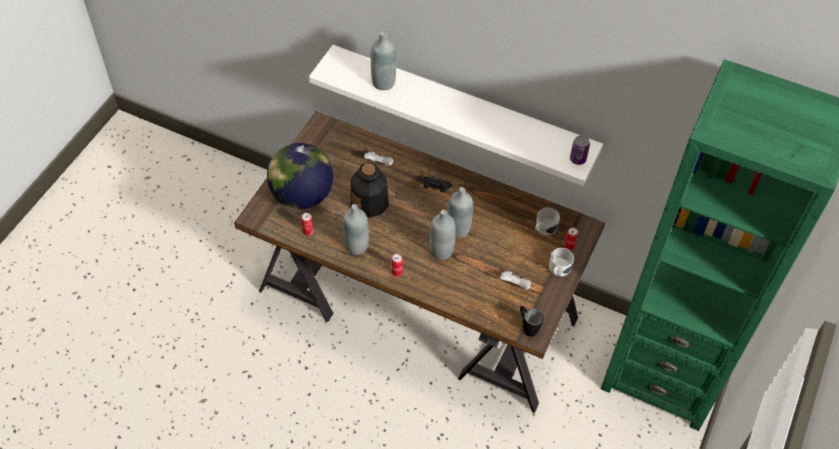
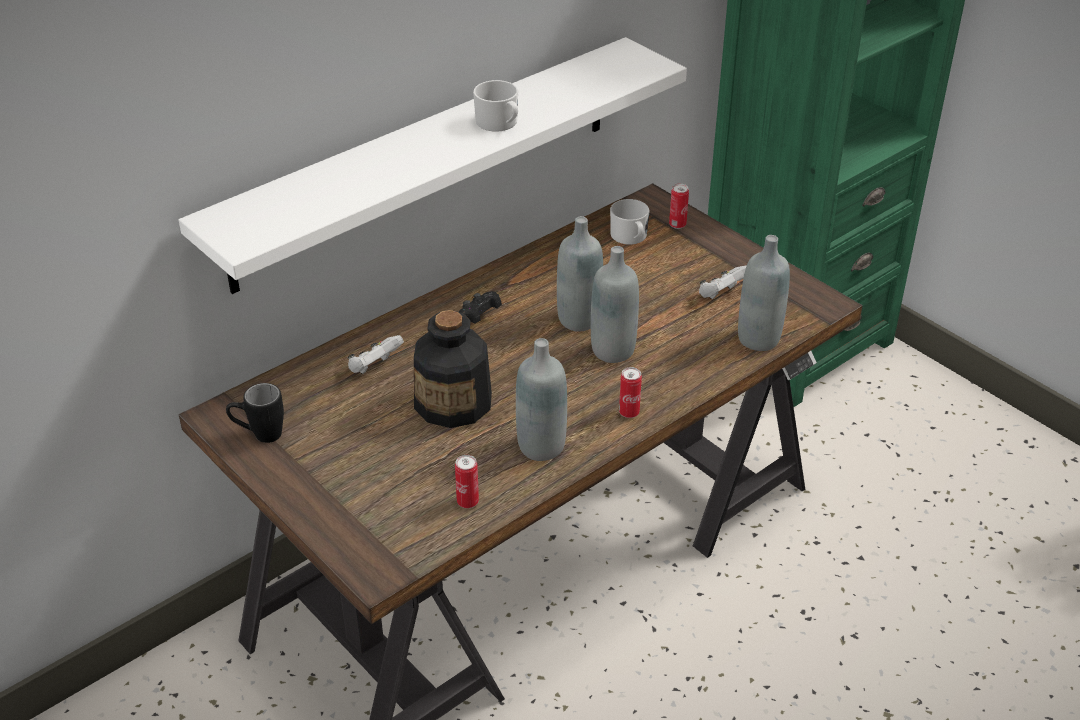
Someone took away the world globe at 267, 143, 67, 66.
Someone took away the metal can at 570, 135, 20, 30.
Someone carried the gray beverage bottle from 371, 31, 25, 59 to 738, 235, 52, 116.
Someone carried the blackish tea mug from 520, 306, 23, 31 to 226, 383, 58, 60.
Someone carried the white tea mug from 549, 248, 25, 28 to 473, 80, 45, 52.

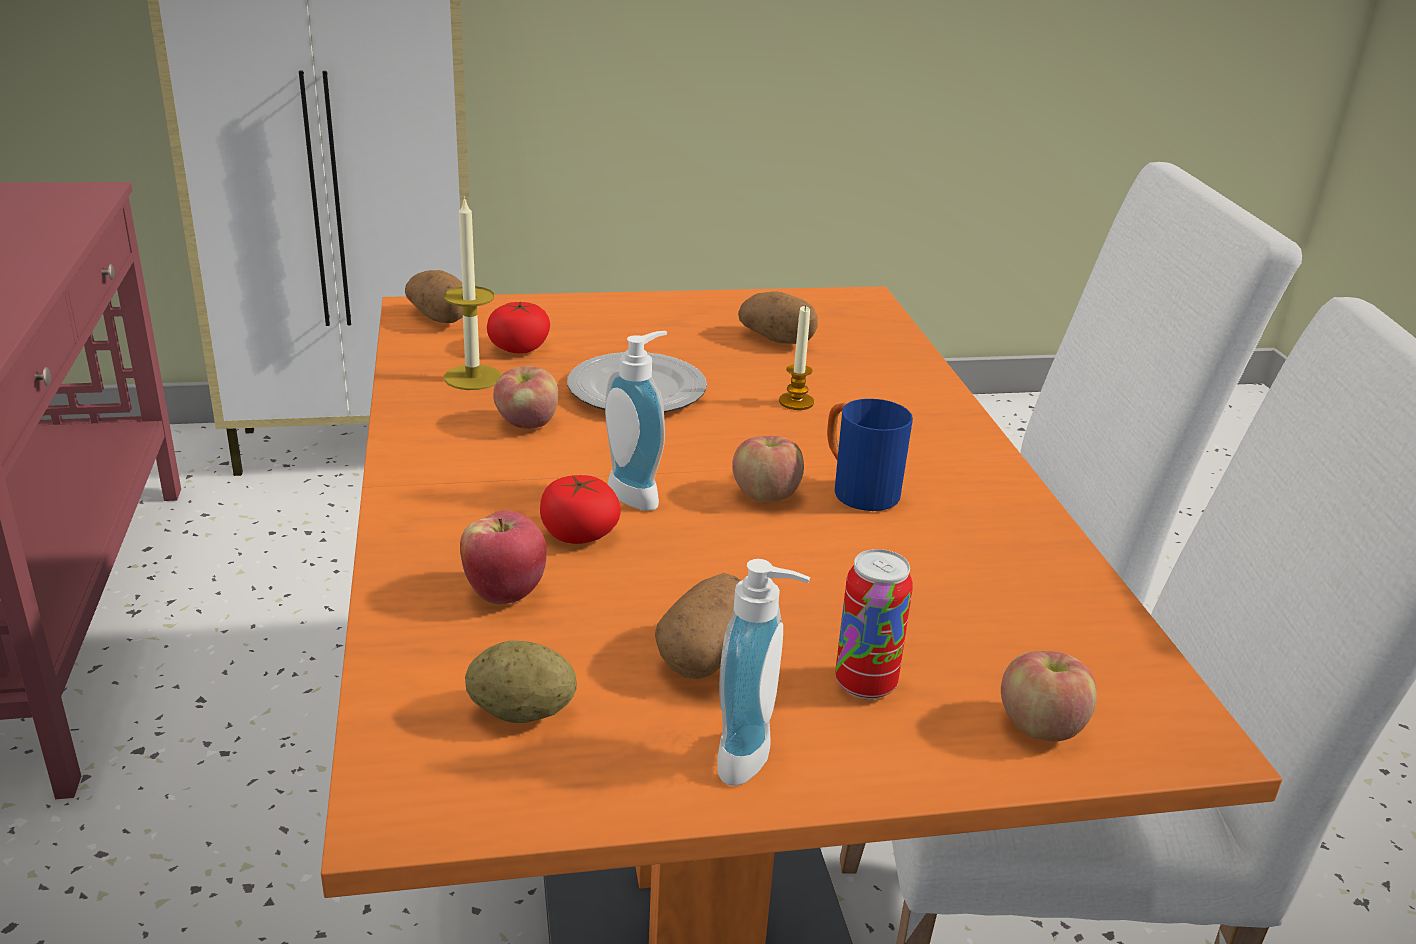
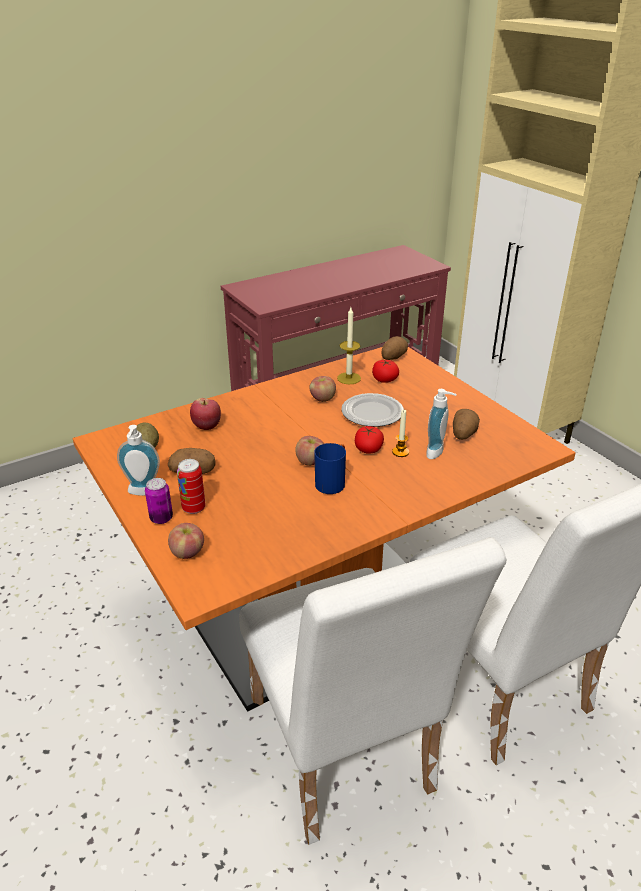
Someone put down the metal can at 145, 478, 28, 46.
Someone carried the whole tomato from 540, 475, 81, 69 to 355, 426, 29, 28.
Someone carried the soap dispenser from 605, 331, 62, 180 to 426, 389, 31, 70.

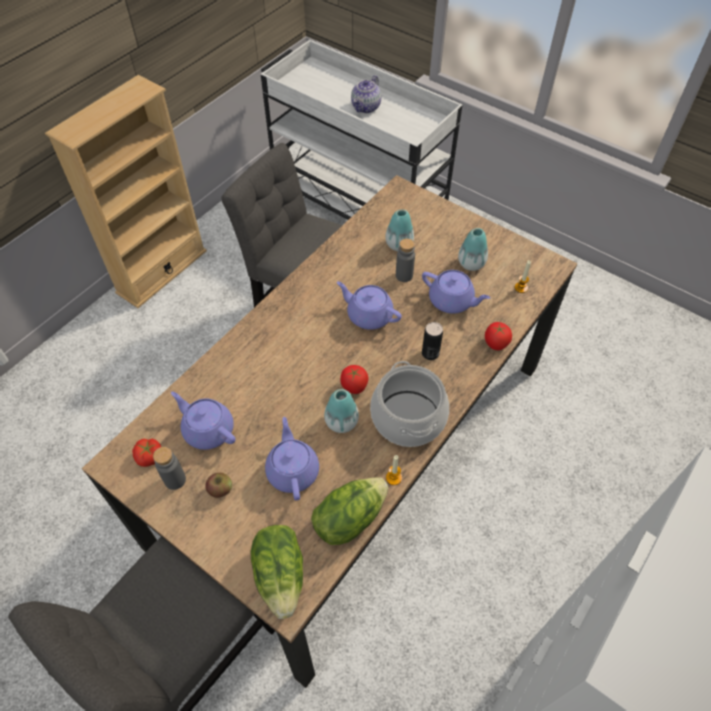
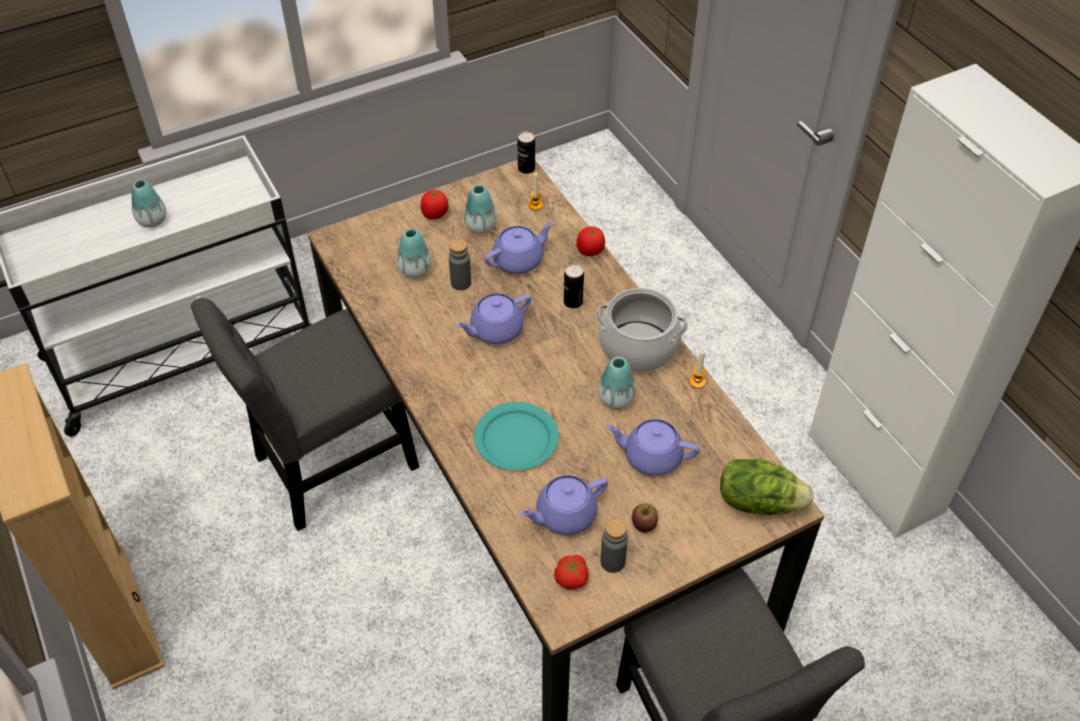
Someone took away the head of lettuce at 311, 477, 77, 68.
Someone put down the blue-green dinner plate at 474, 402, 85, 68.
Someone put down the metal can at 517, 132, 18, 42.
Someone carried the whole tomato from 340, 365, 28, 29 to 420, 190, 28, 30.
Someone swapped the tea pot at 351, 75, 30, 38 for the vase at 131, 179, 35, 49.

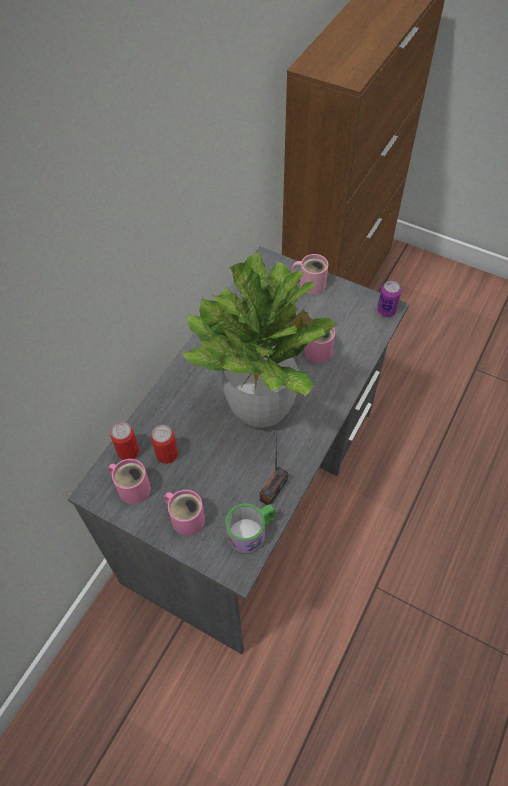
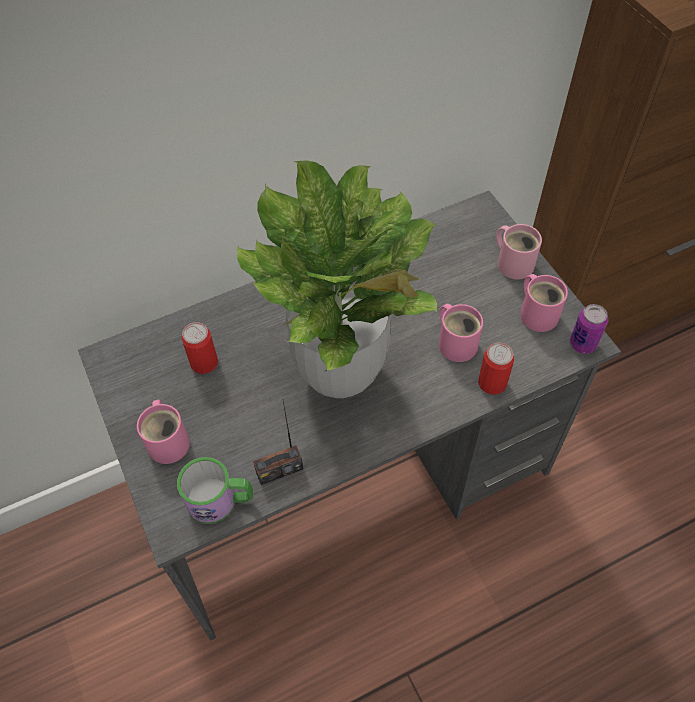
Someone carried the pinkish tea mug from 108, 459, 43, 45 to 520, 274, 48, 58.
Someone carried the metal can from 110, 422, 29, 38 to 478, 343, 36, 52.

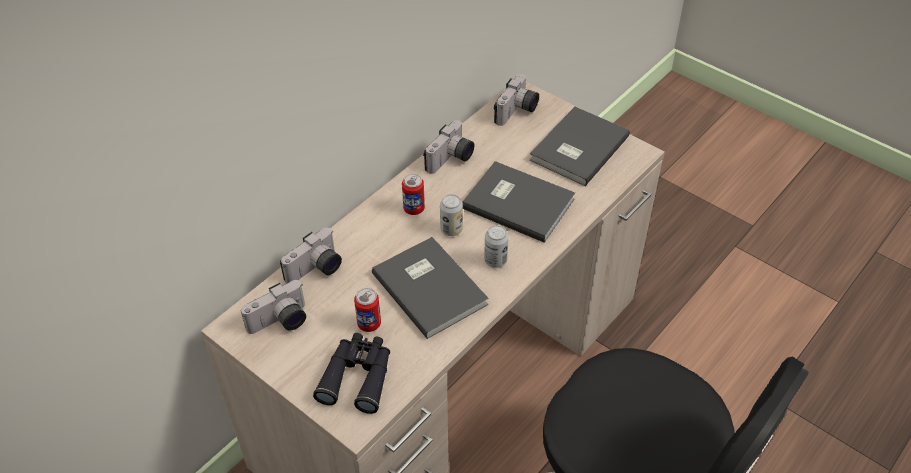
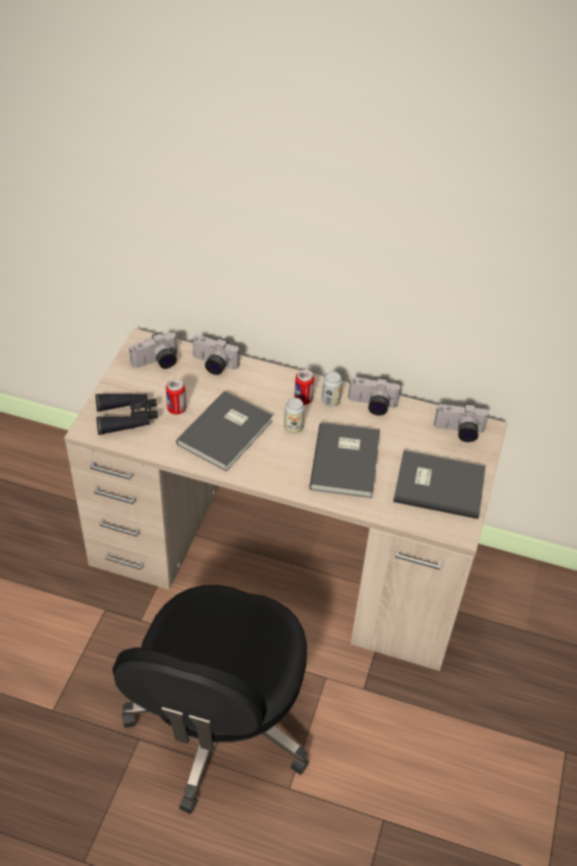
Someone carried the metal can from 484, 225, 25, 43 to 322, 372, 20, 35.
Someone rotated the still camera at 241, 280, 65, 54 by 60 degrees counterclockwise.

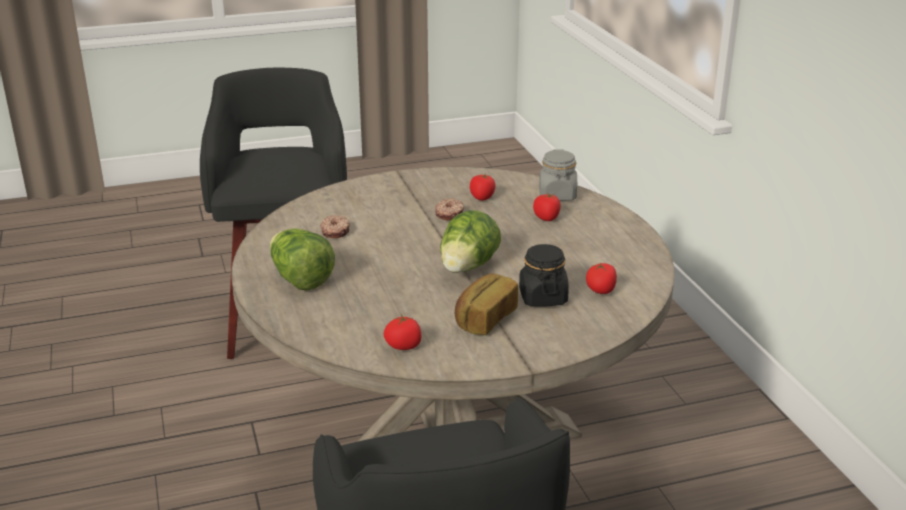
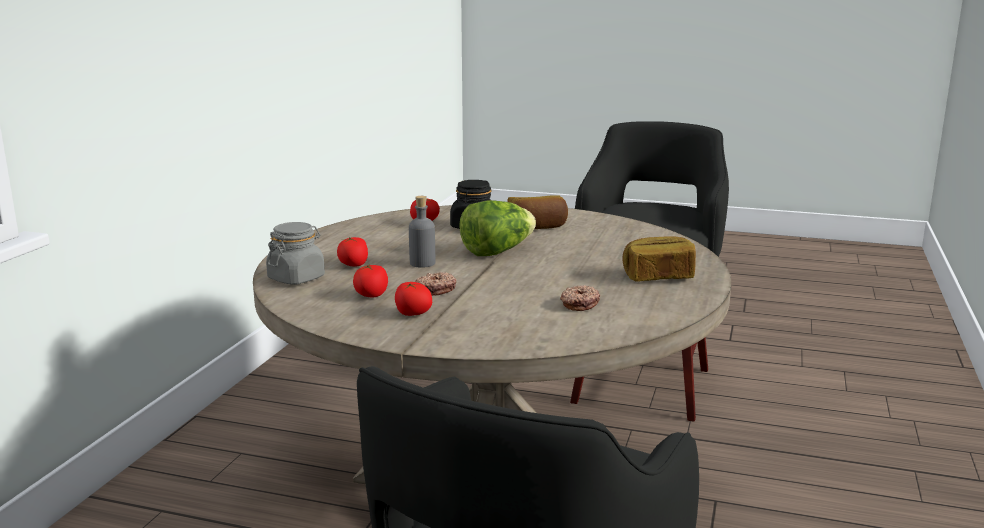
Someone put down the gray beverage bottle at 409, 196, 26, 72.
Someone carried the whole tomato from 384, 315, 37, 35 to 395, 282, 37, 34.
Someone swapped the head of lettuce at 270, 228, 65, 63 for the baked bread at 623, 236, 73, 46.

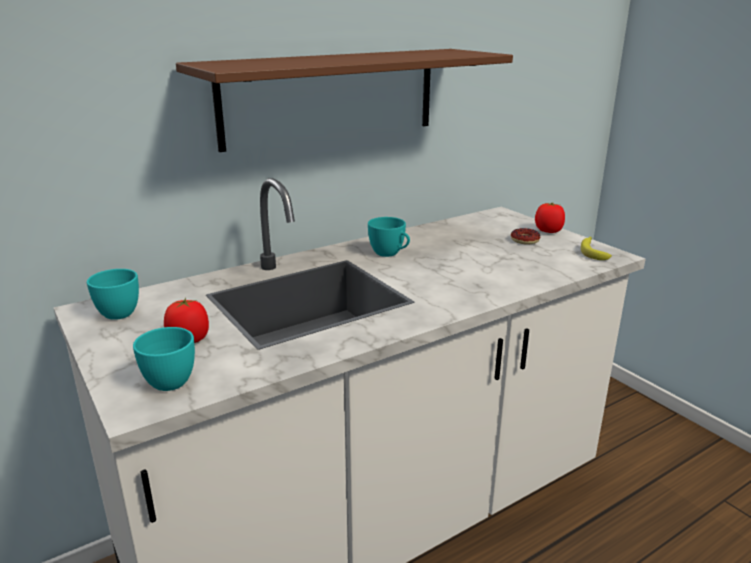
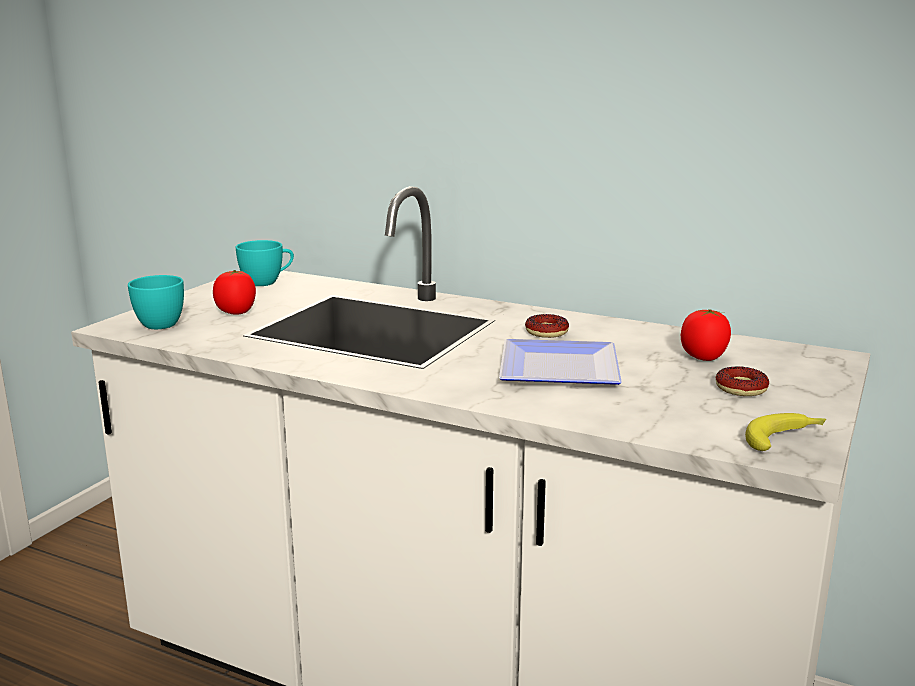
Someone took away the brown-coloured wall shelf at 176, 49, 337, 103.
Someone put down the dinner plate at 499, 339, 123, 46.
Someone carried the whole tomato from 535, 202, 30, 31 to 681, 309, 50, 52.
Someone swapped the blue-green cup at 368, 217, 42, 40 for the donut at 525, 314, 44, 24.

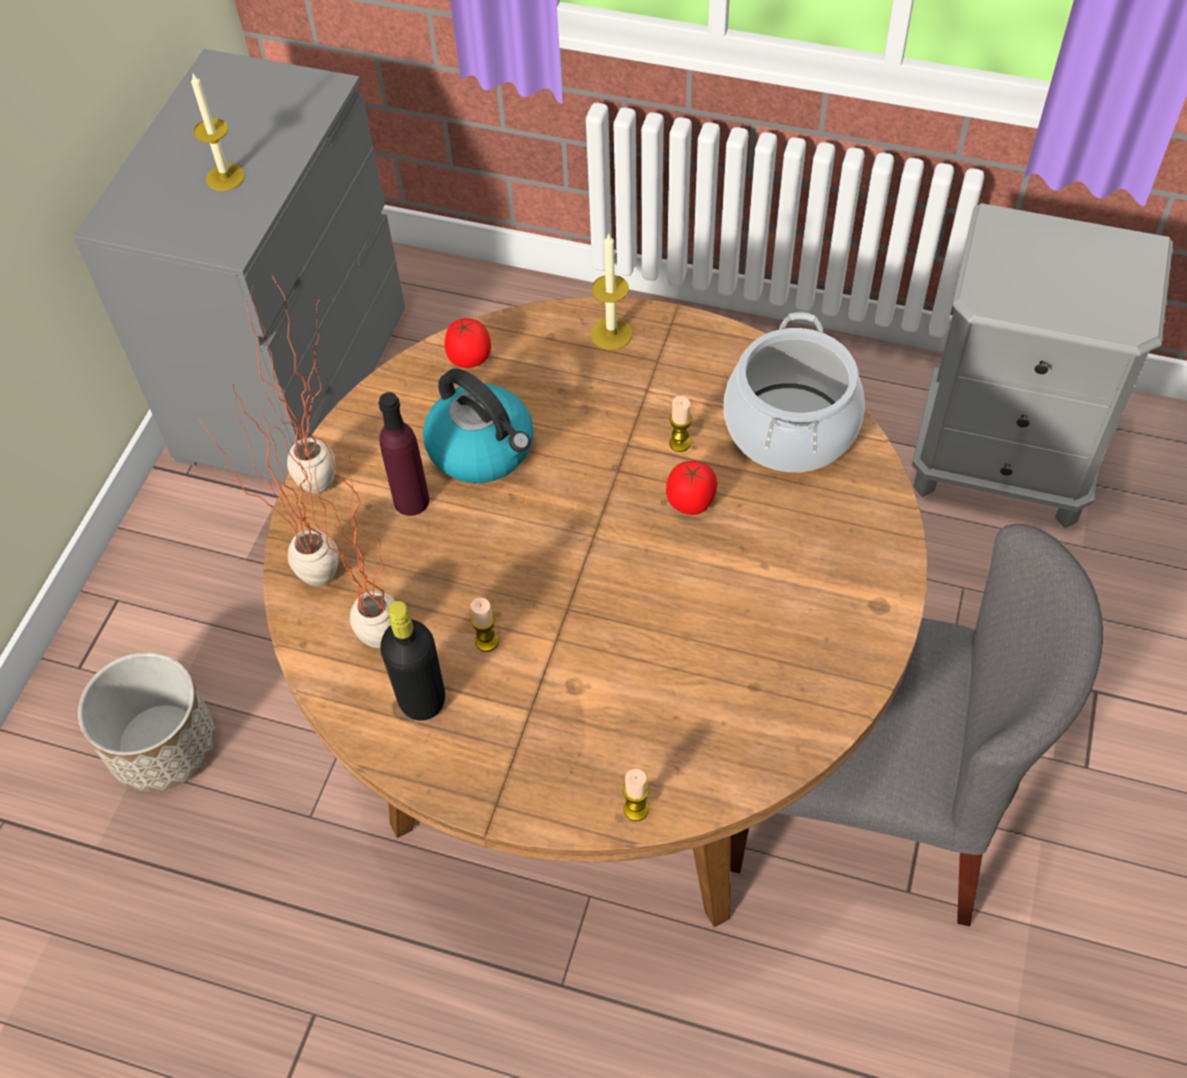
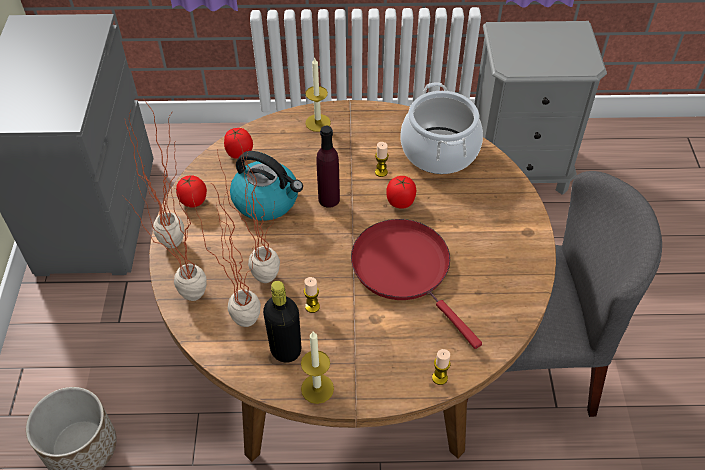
Someone put down the whole tomato at 176, 175, 31, 33.
Someone put down the potted plant at 217, 137, 63, 146.
Someone put down the reddish pan at 351, 219, 131, 130.
Someone carried the wax light from 191, 72, 54, 119 to 301, 332, 33, 72.
Someone carried the purple-coloured beverage bottle from 378, 392, 51, 124 to 316, 125, 24, 83.

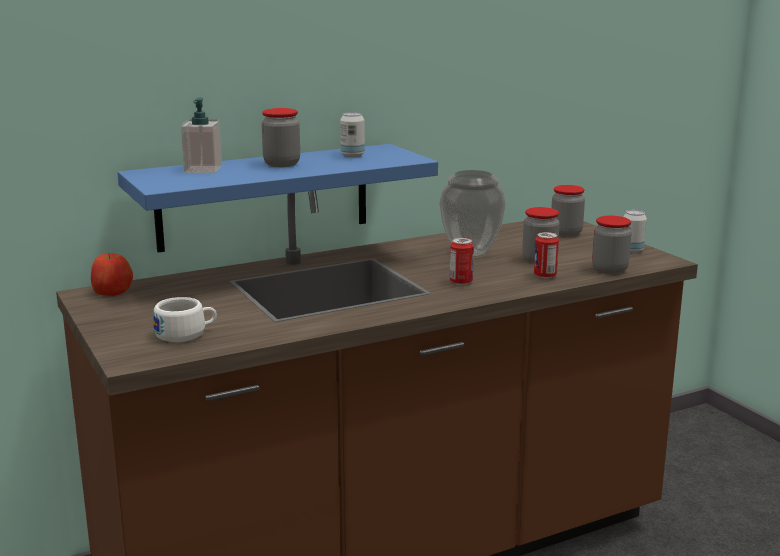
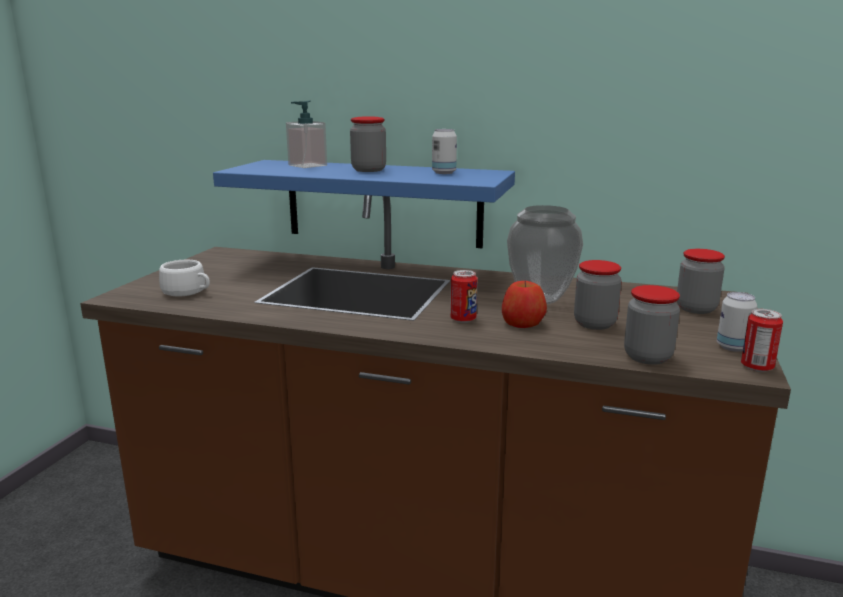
Someone carried the whole apple from 91, 253, 42, 43 to 502, 281, 45, 47.
Someone carried the metal can from 534, 232, 25, 47 to 741, 309, 42, 63.

